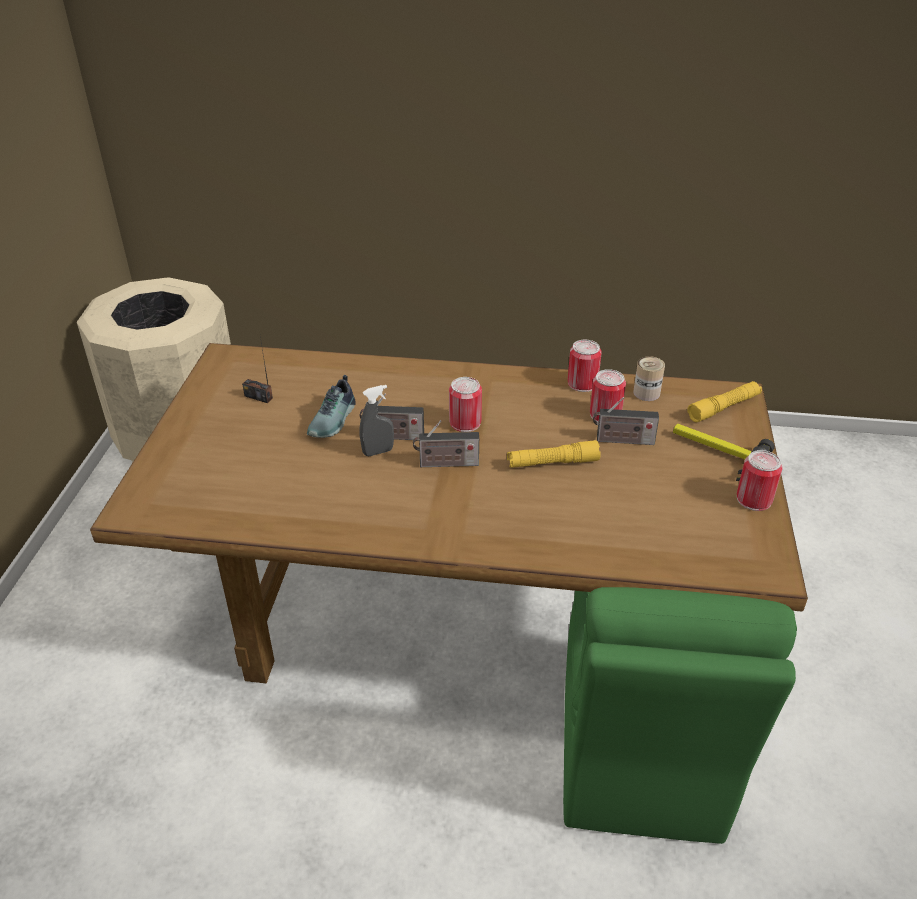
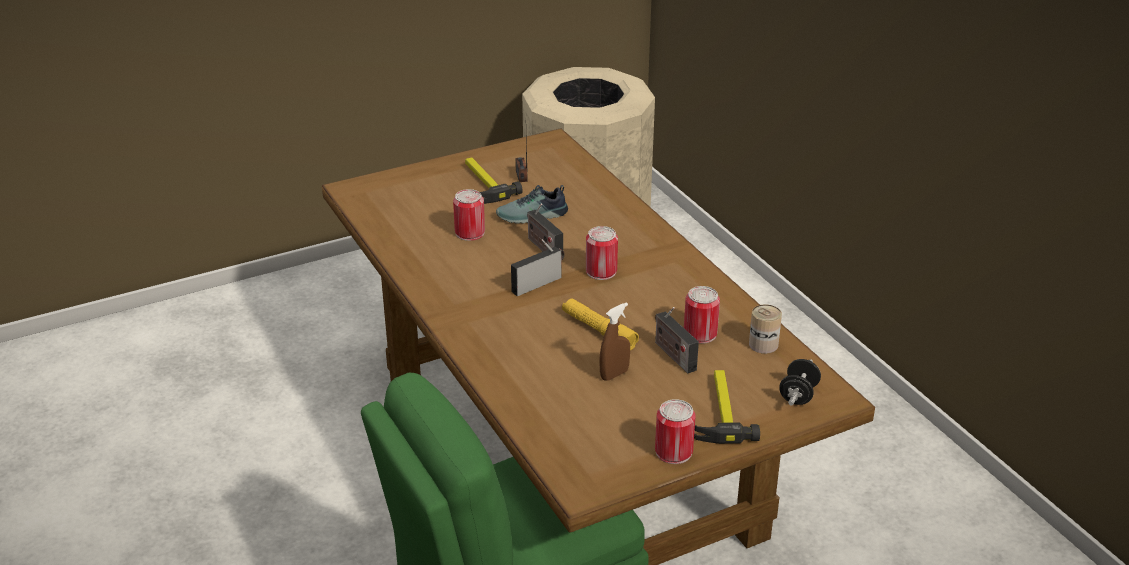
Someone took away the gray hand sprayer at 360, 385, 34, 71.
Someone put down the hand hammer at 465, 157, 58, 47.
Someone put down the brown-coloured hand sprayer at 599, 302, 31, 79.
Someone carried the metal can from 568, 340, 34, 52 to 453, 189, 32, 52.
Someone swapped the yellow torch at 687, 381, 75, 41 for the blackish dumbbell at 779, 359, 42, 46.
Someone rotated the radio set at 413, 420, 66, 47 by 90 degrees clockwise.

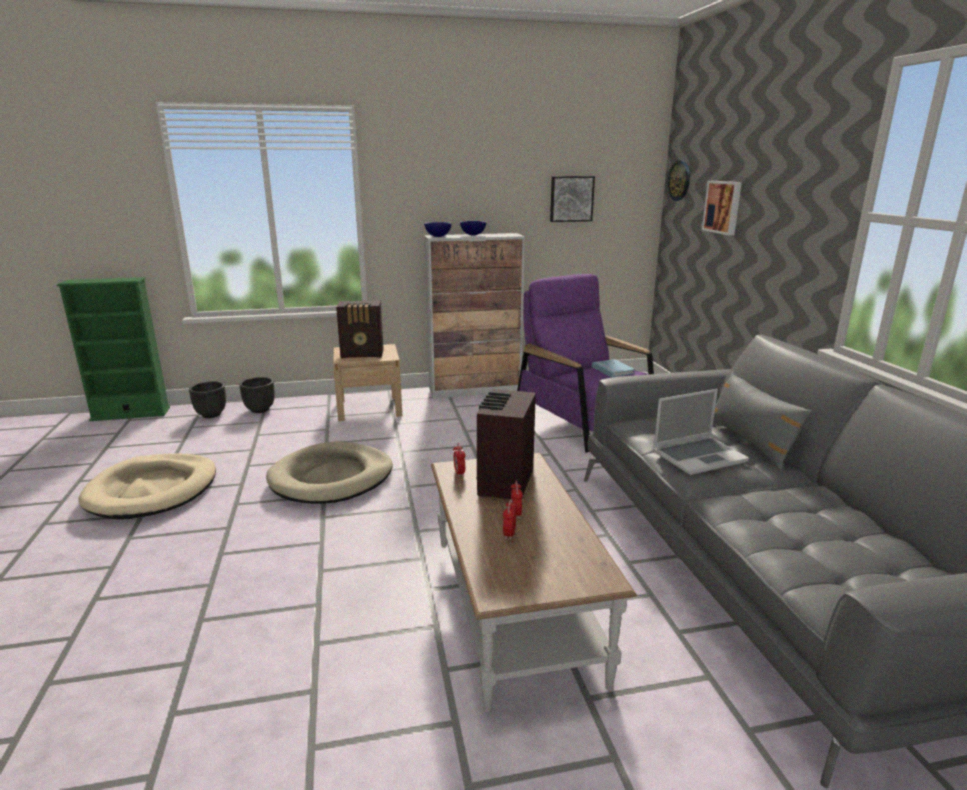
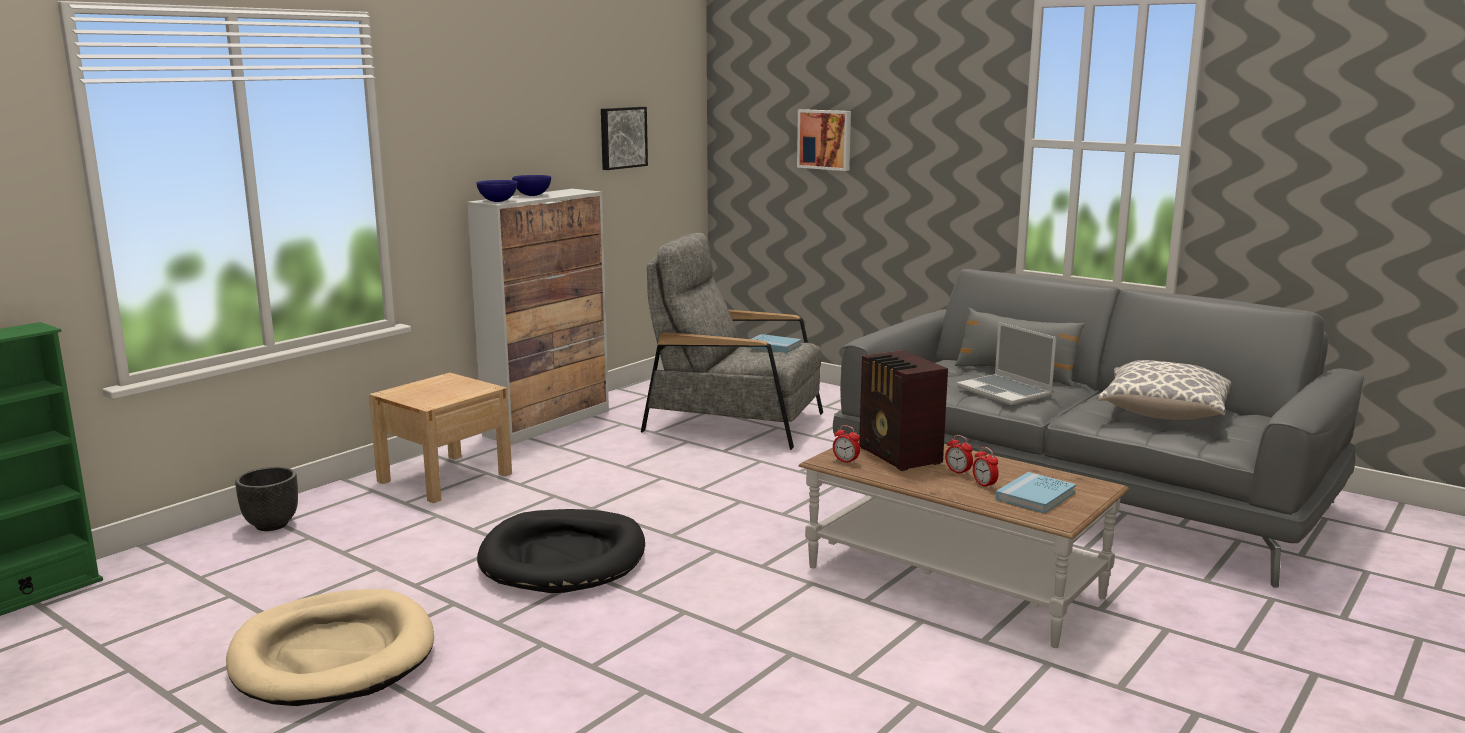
Someone took away the blackish planter at 189, 381, 37, 37.
Someone took away the radio set at 336, 300, 48, 58.
Someone took away the hanging clock at 668, 160, 22, 41.
Someone put down the bluish book at 995, 472, 81, 42.
Someone put down the pillow at 1097, 360, 134, 60.
Someone repainted the sand-coloured pet bed at 266, 442, 127, 62, which became the blackish pet bed at 477, 509, 168, 84.
Someone repainted the purple-coloured armchair at 517, 274, 137, 179, which became the gray armchair at 641, 233, 182, 217.
Someone rotated the notebook computer at 653, 389, 96, 86 by 120 degrees clockwise.

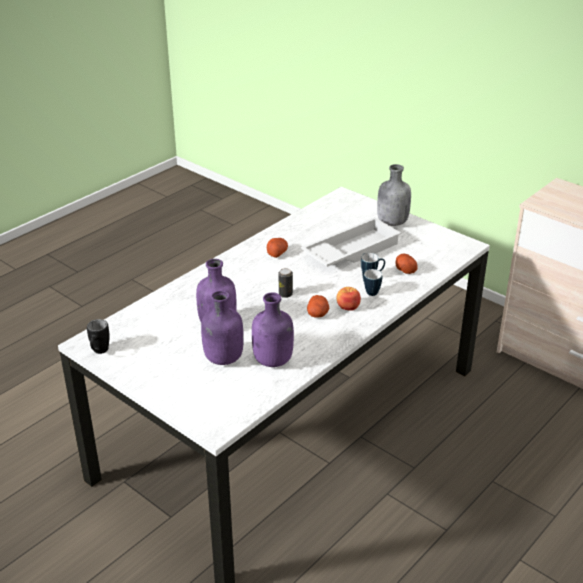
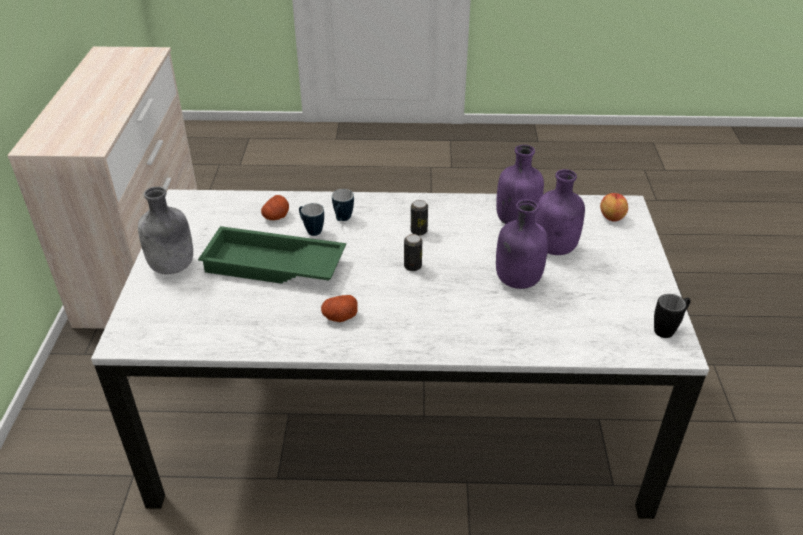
Someone carried the whole apple from 336, 287, 25, 24 to 600, 193, 28, 29.
Someone swapped the spud at 307, 295, 22, 23 for the metal can at 411, 200, 17, 36.
Someone repainted the white tray at 301, 217, 100, 50, which became the greenish tray at 198, 226, 148, 58.

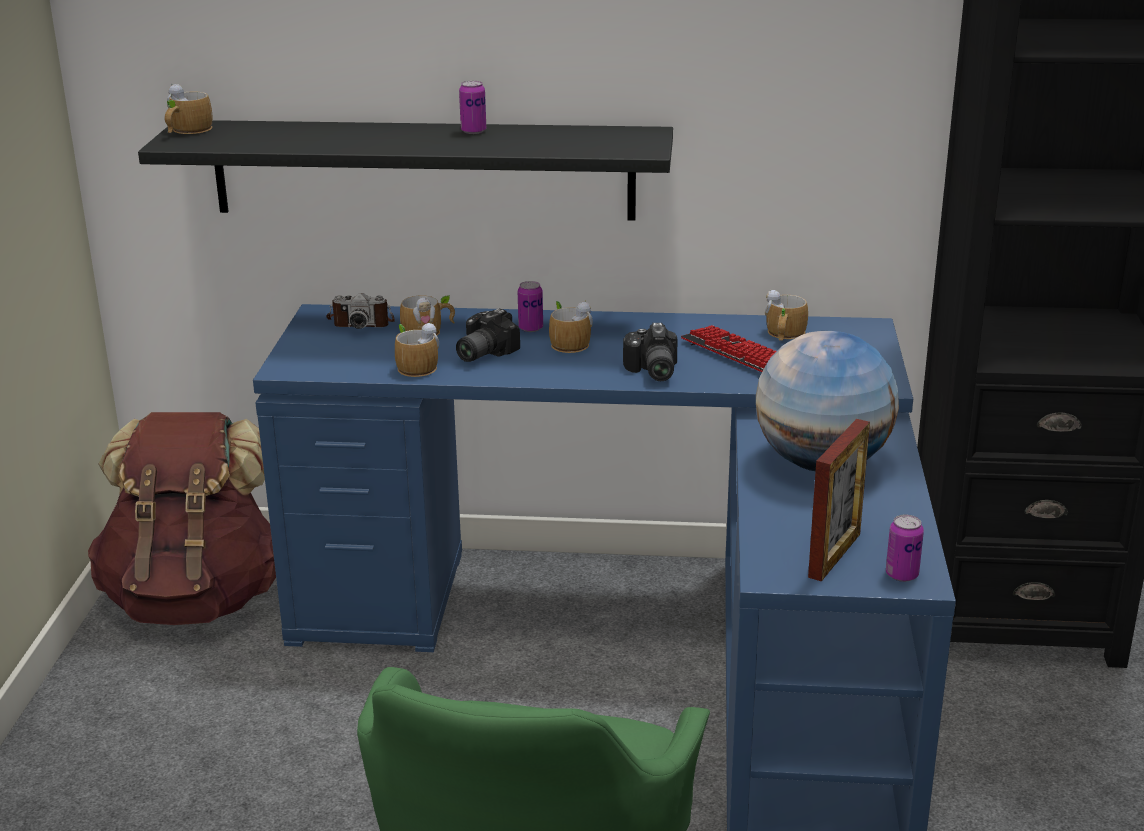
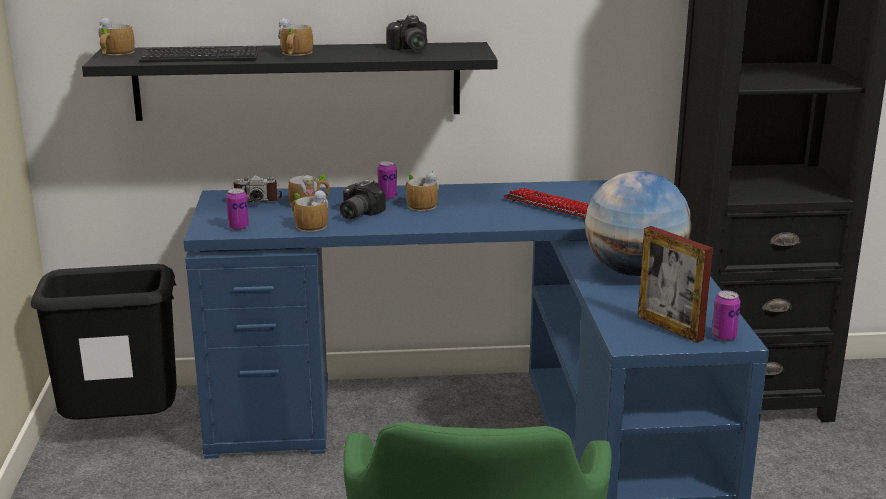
Someone put down the keyboard at 139, 46, 120, 16.
Someone carried the metal can from 459, 81, 27, 53 to 226, 188, 23, 42.
Someone carried the still camera from 623, 323, 54, 58 to 386, 15, 41, 36.
Someone carried the tea mug from 765, 290, 43, 51 to 278, 18, 35, 38.
Someone swapped the brown-coloured knapsack at 88, 412, 188, 213 for the blackish rubbish bin at 31, 264, 146, 156.
Someone rotated the standing frame at 808, 419, 62, 162 by 120 degrees clockwise.

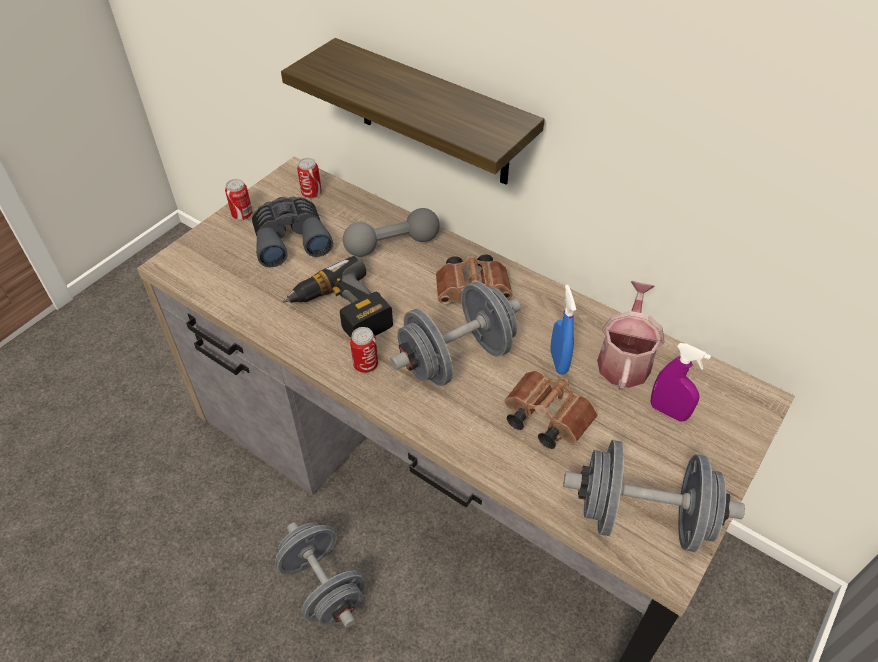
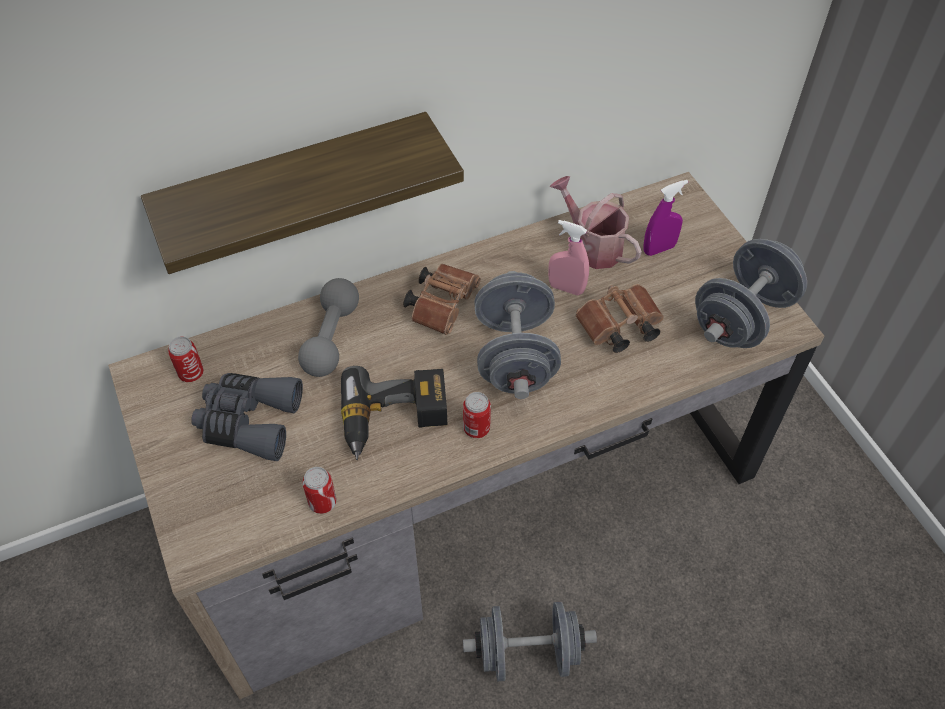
Someone carried the metal can from 225, 179, 28, 41 to 302, 467, 34, 47.
Someone repainted the bluish hand sprayer at 550, 285, 26, 89, which became the pinkish hand sprayer at 548, 220, 41, 75.

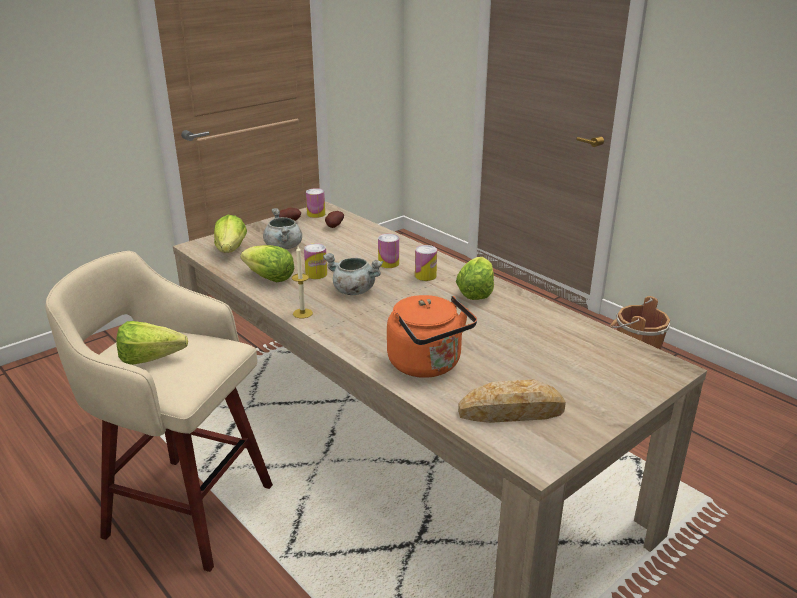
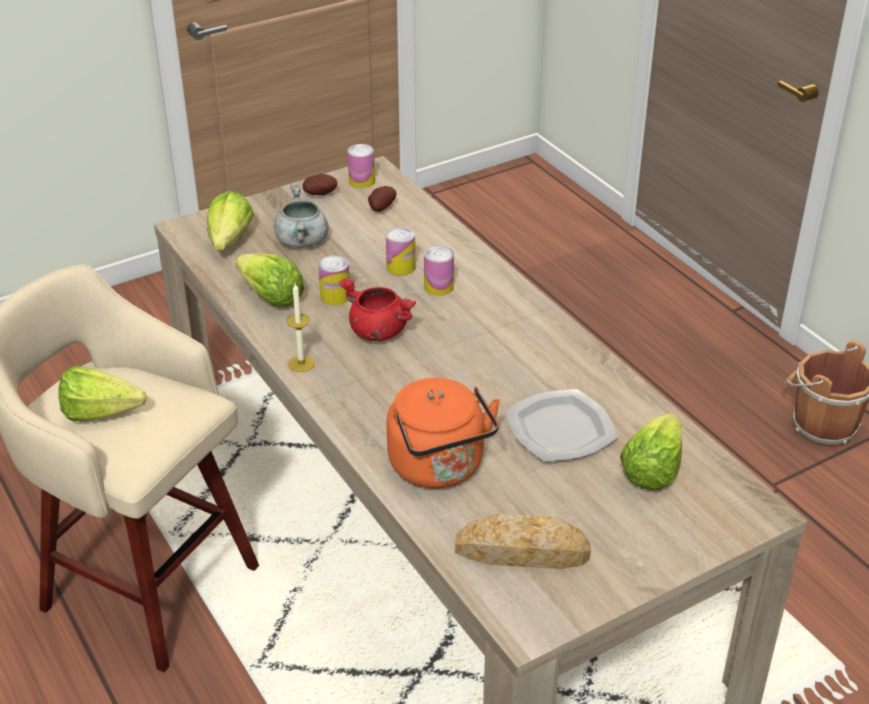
Someone put down the dinner plate at 506, 389, 112, 73.
Someone carried the metal can from 415, 245, 22, 36 to 386, 227, 29, 49.
Someone carried the head of lettuce from 456, 257, 38, 43 to 620, 413, 62, 77.
Someone repainted the gray stockpot at 323, 253, 60, 42, which became the reddish stockpot at 339, 278, 77, 63.

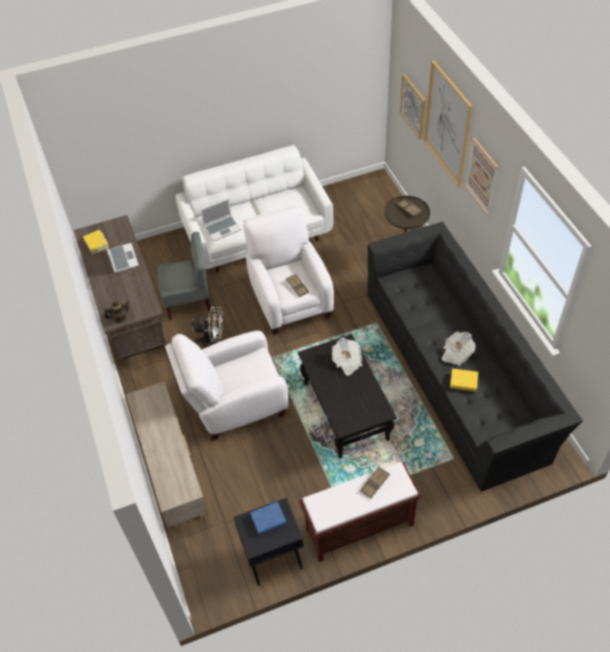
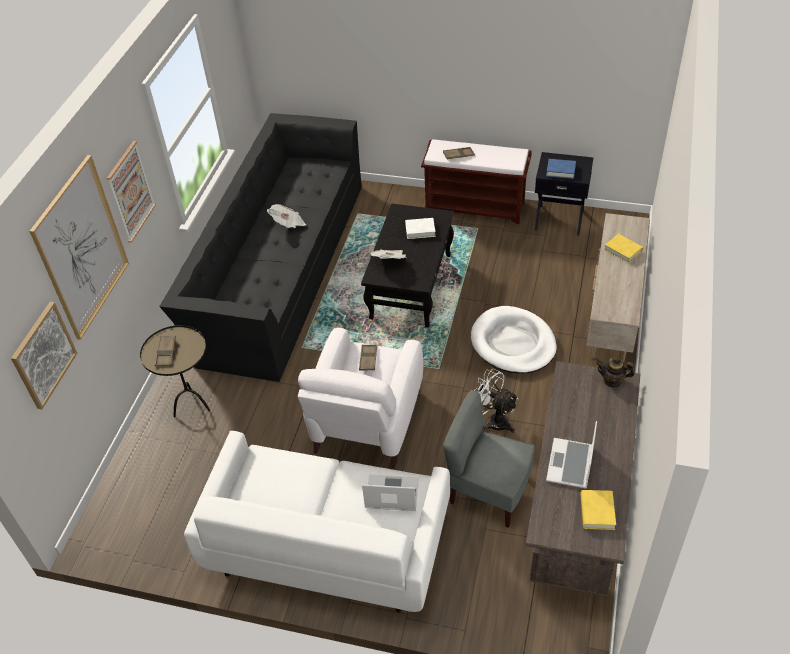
Someone put down the white book at 405, 218, 31, 21.
Someone carried the yellow book from 450, 368, 28, 24 to 604, 234, 39, 29.
Someone swapped the white armchair at 165, 331, 123, 110 for the white pet bed at 471, 306, 86, 68.

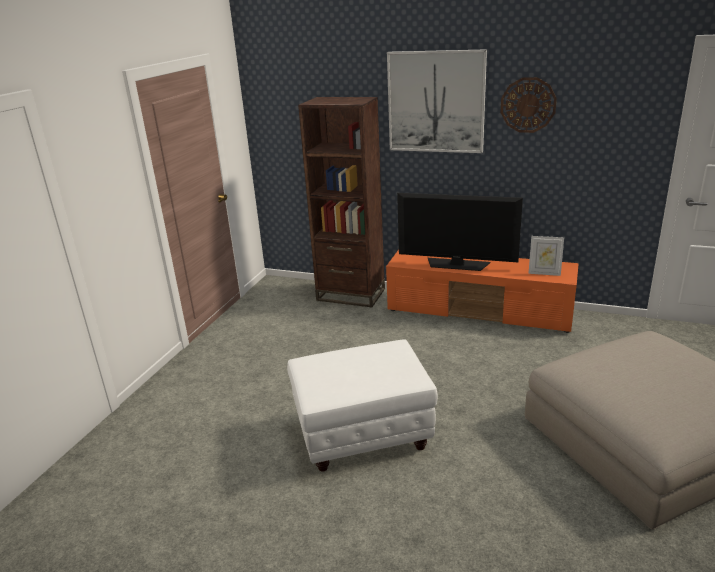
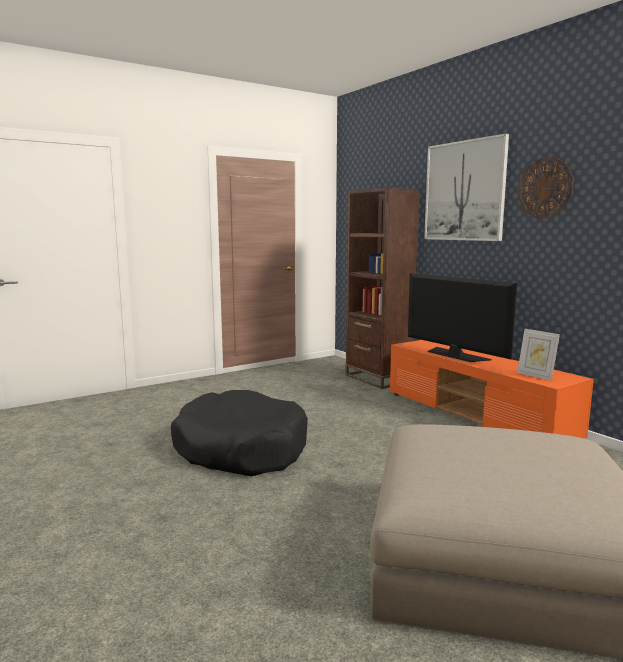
Someone swapped the white footrest at 287, 339, 151, 133 for the blackish pet bed at 171, 390, 137, 86.

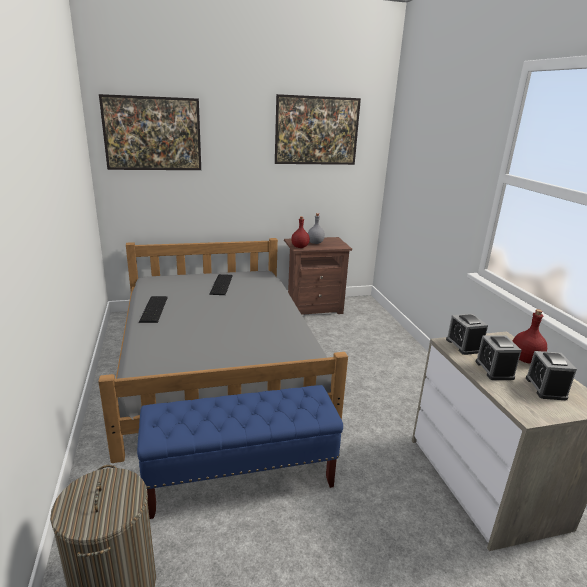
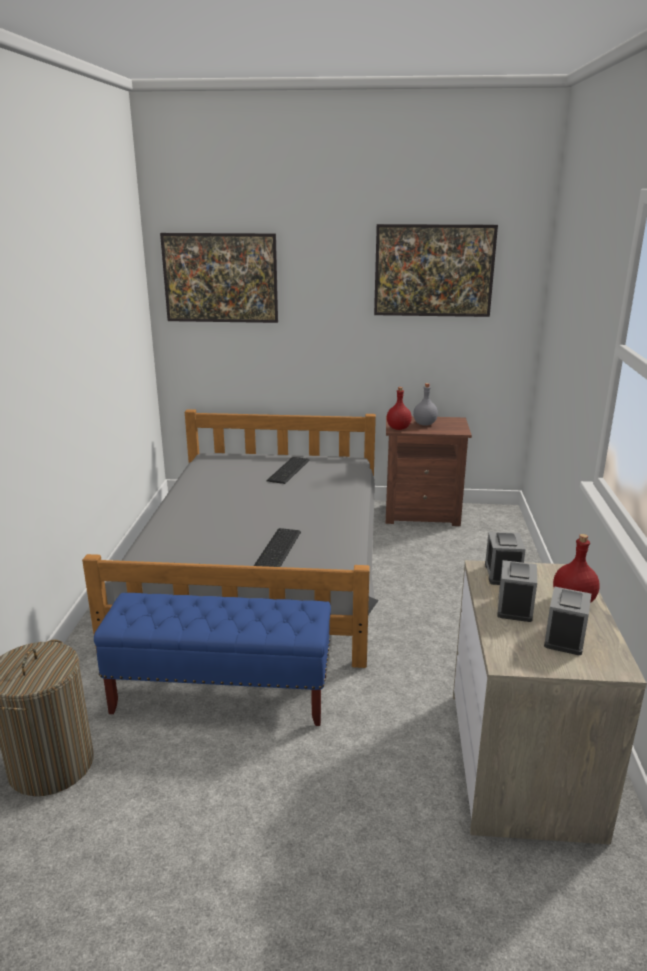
Someone carried the keyboard from 139, 296, 29, 27 to 254, 528, 47, 39.

